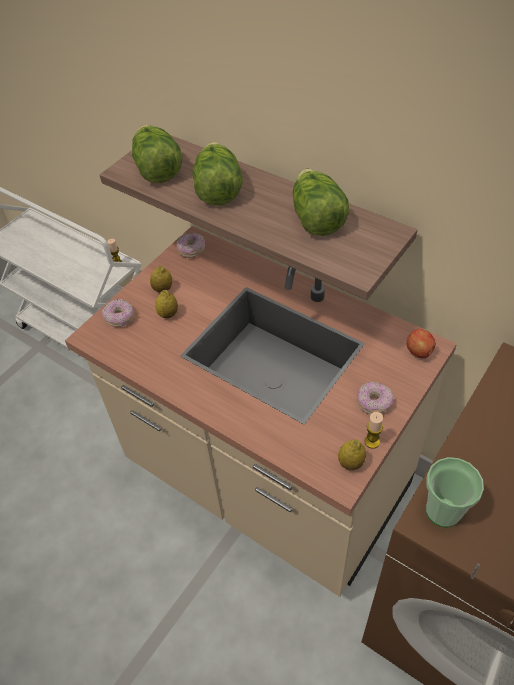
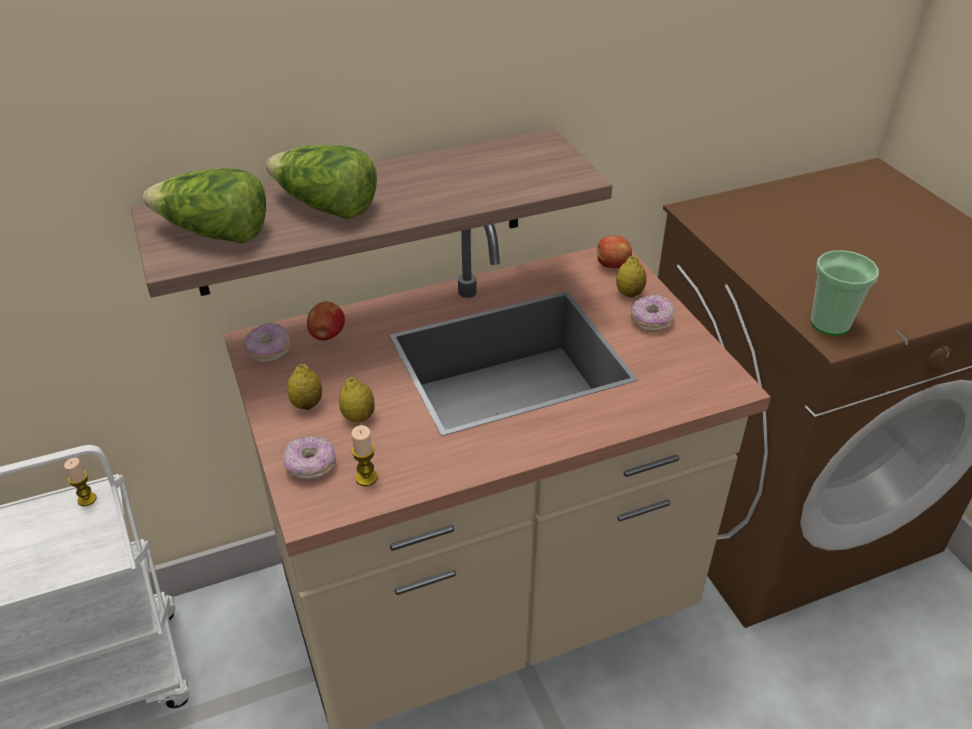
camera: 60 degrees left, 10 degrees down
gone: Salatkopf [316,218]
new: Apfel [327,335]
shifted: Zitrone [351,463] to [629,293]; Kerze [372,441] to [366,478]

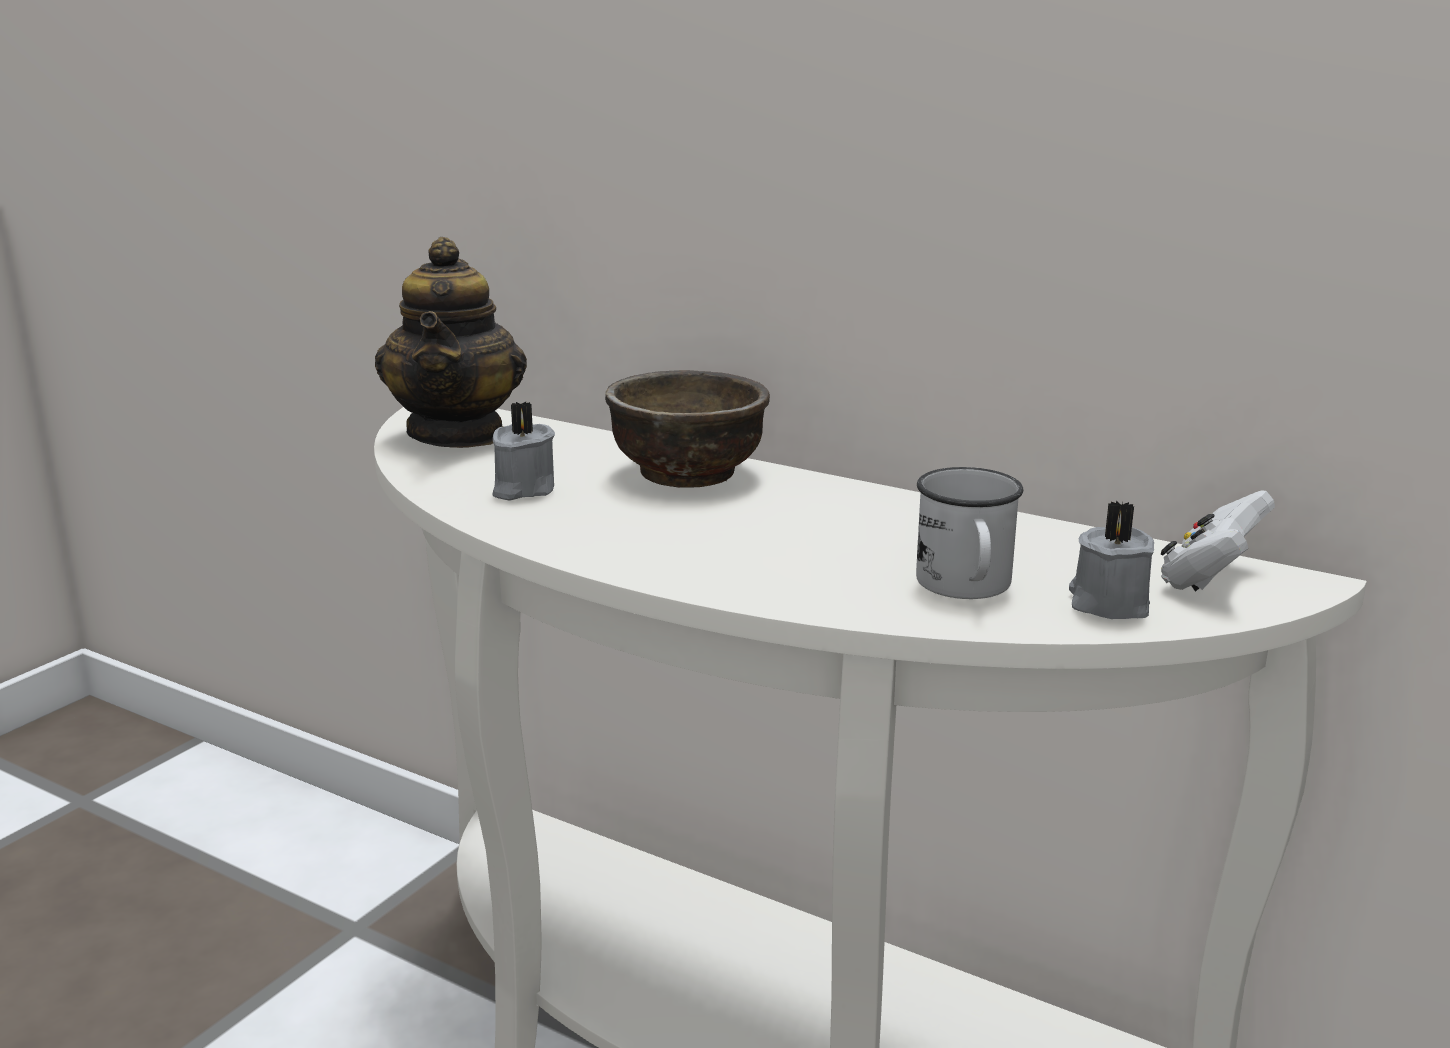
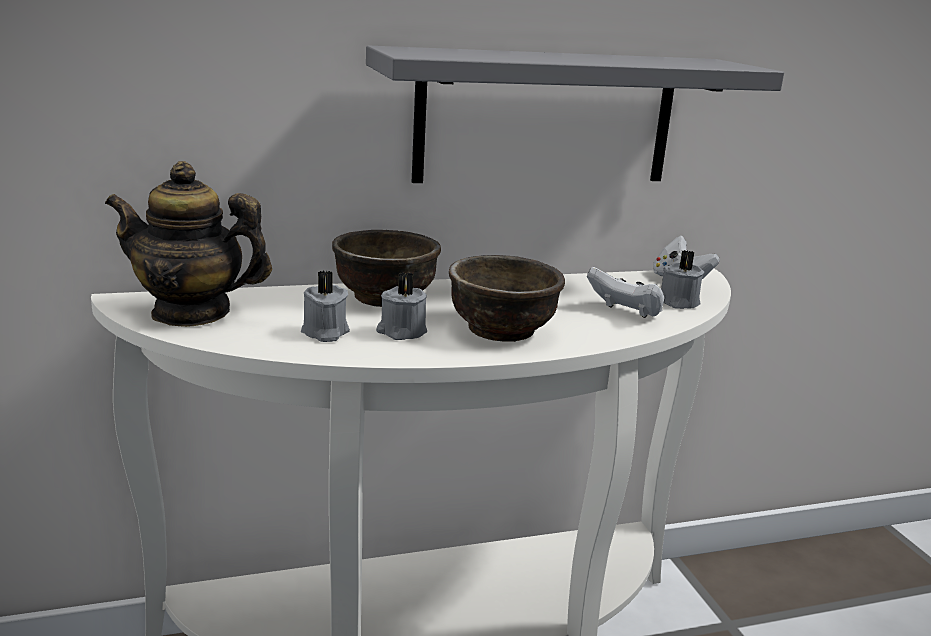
camera: 50 degrees left, 0 degrees up
new: Wandregal/grau [546,118]; Kerze/grau [401,332]; Schüssel/braun [501,329]
swapped: Henkelbecher/weiß [966,588] to Gamepad/weiß [625,313]
rotated: Teekanne [458,434] = [191,312] 150 degrees clockwise

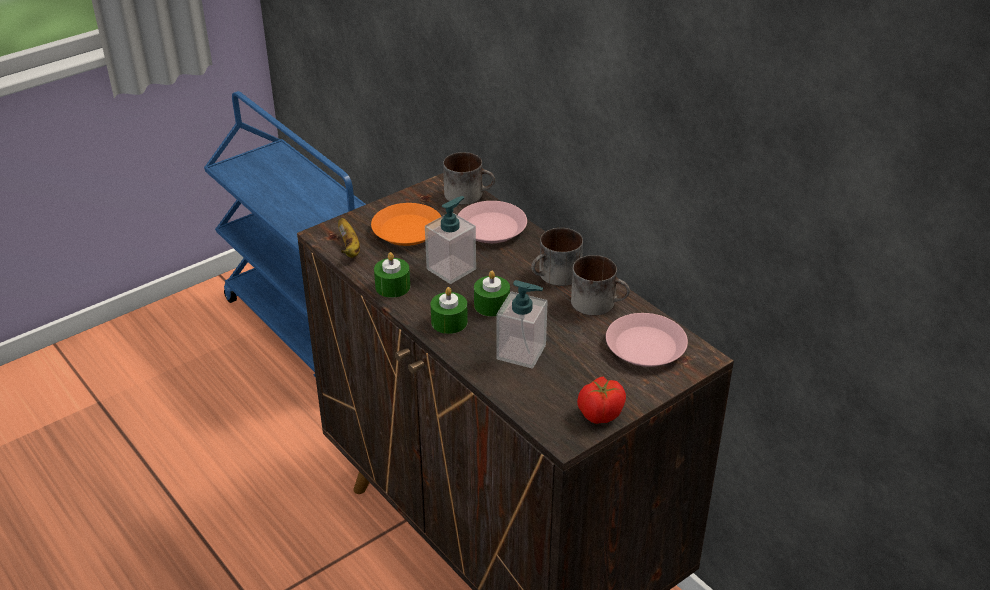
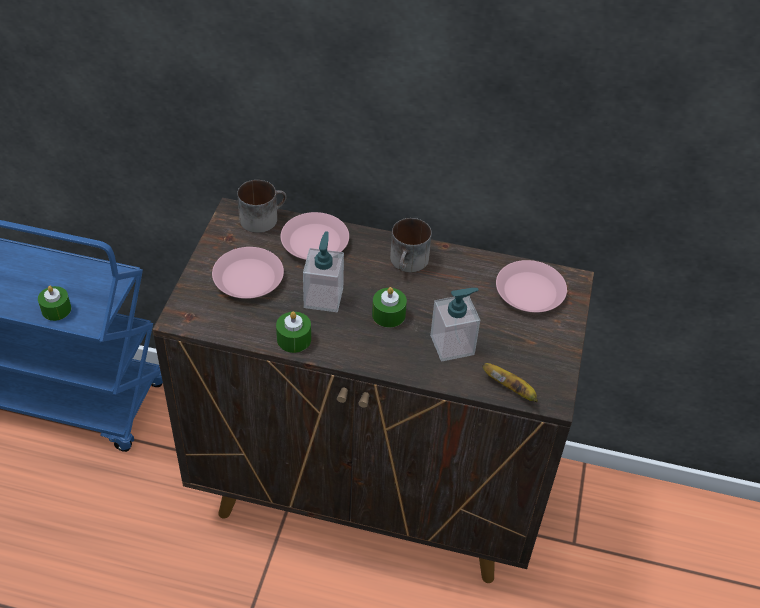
camera: 40 degrees left, 10 degrees up
gone: Henkelbecher [599,302]; Tomate [600,414]
shifted: Banane [350,248] to [511,389]; Kerze/grün [449,322] to [56,309]
repainted: Teller/orange [407,230] to Teller/rosa [248,278]

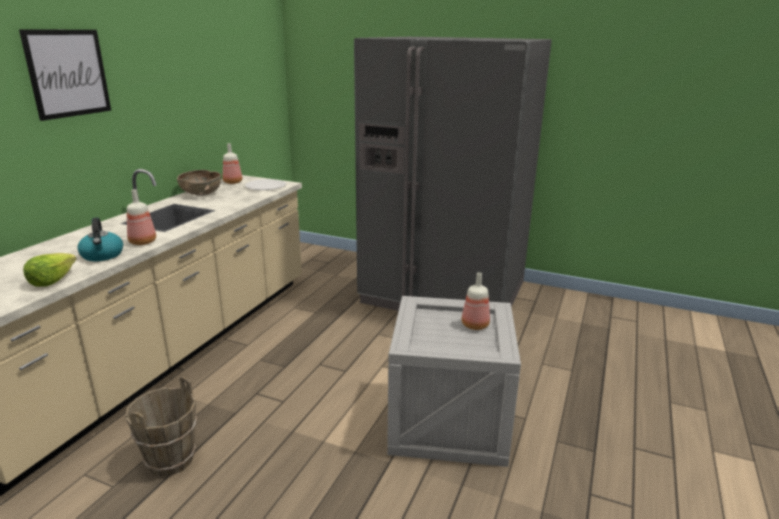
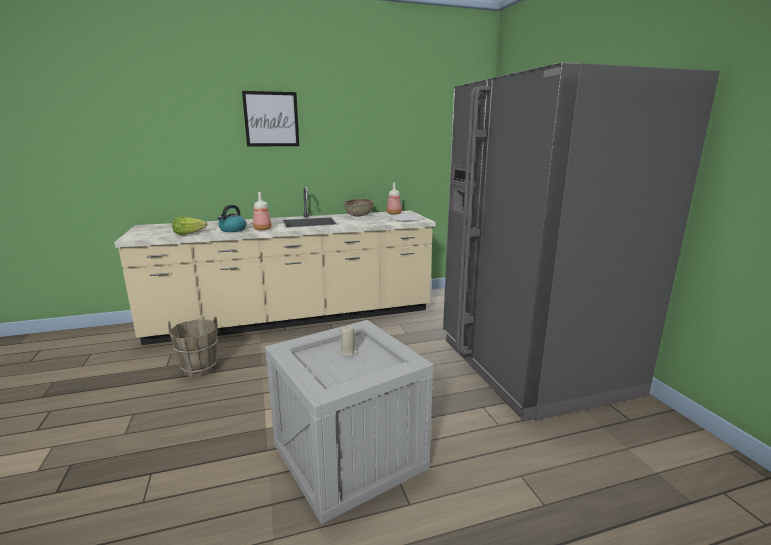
camera: 50 degrees right, 5 degrees down
gone: Flasche [474,325]
new: Kerze/beige [348,352]

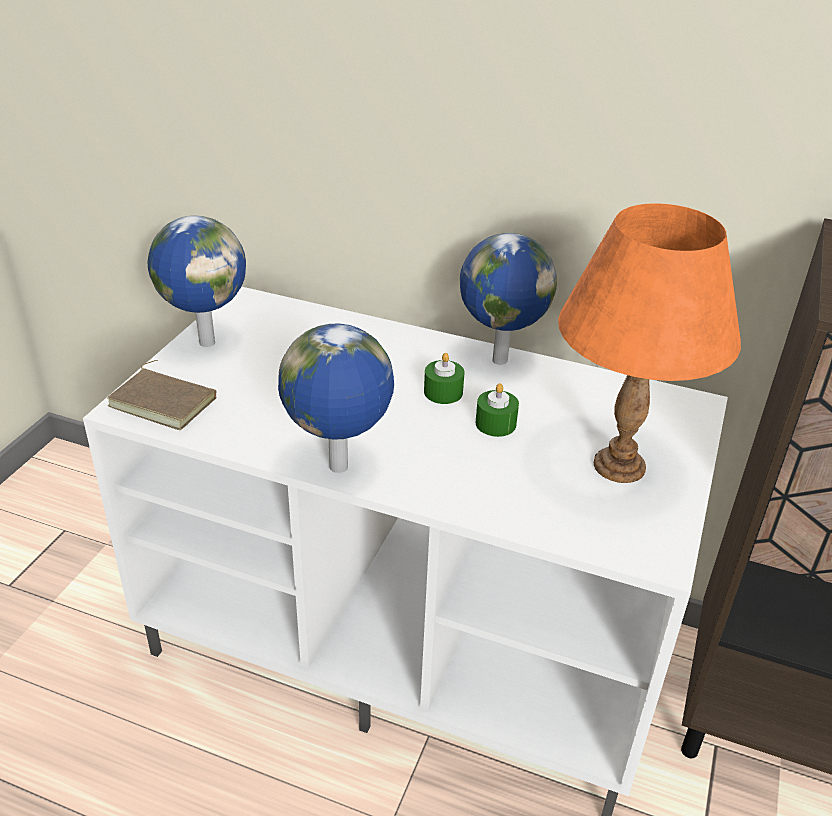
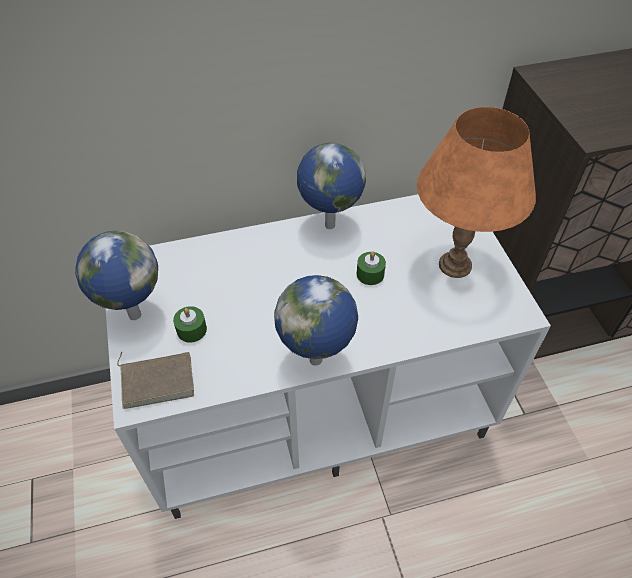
camera: 35 degrees left, 15 degrees up
shifted: Kerze/grün [443,392] to [191,330]

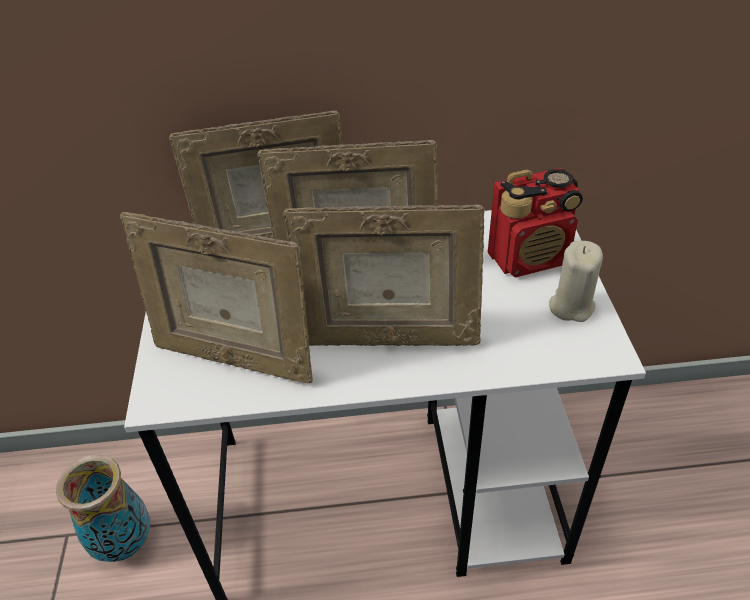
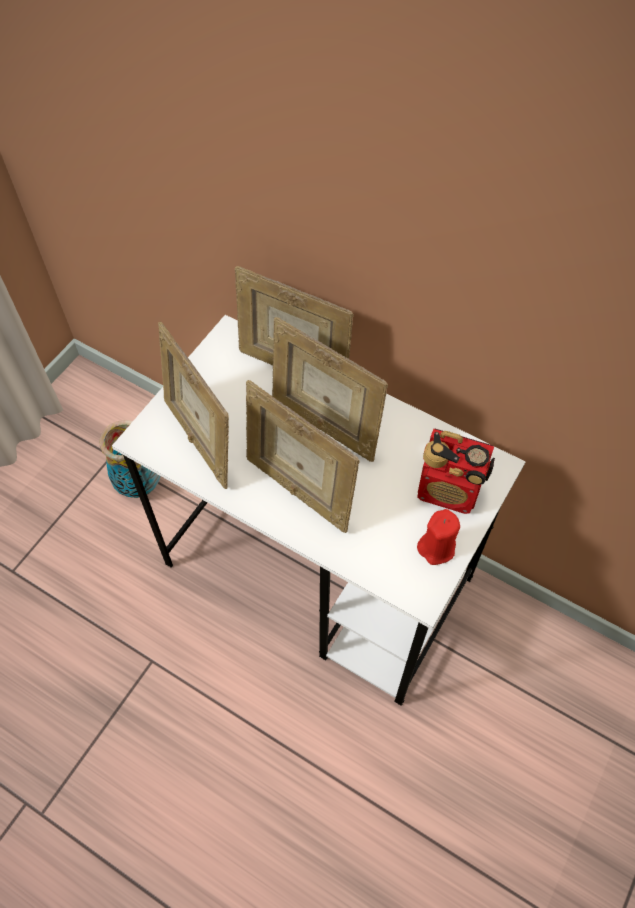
camera: 35 degrees right, 15 degrees up
repainted: Kerze/beige [571,306] to Kerze/rot [436,547]

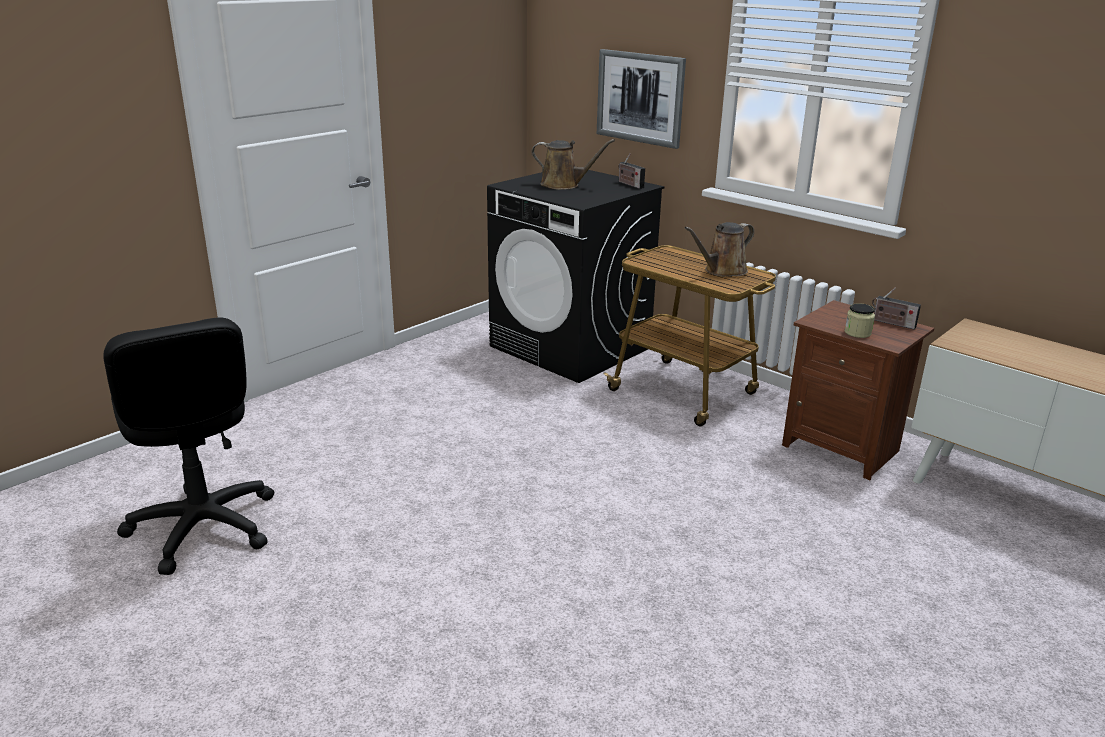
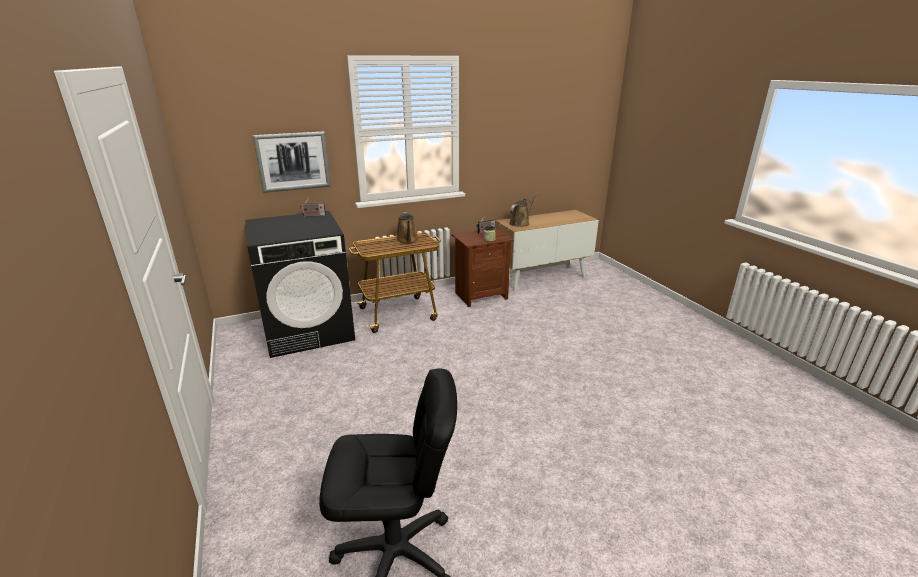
camera: 65 degrees left, 0 degrees up
shifted: Gießkanne/braun [564,185] to [520,223]

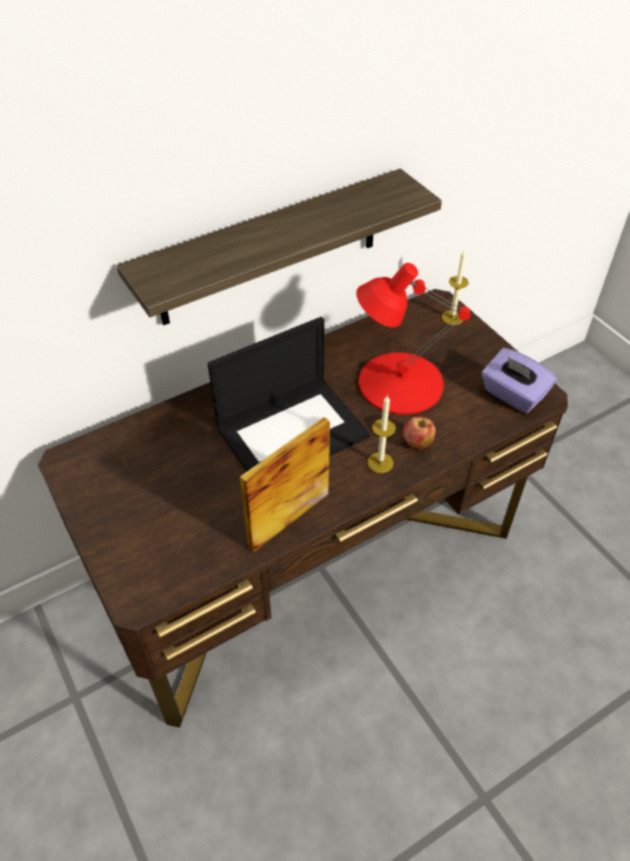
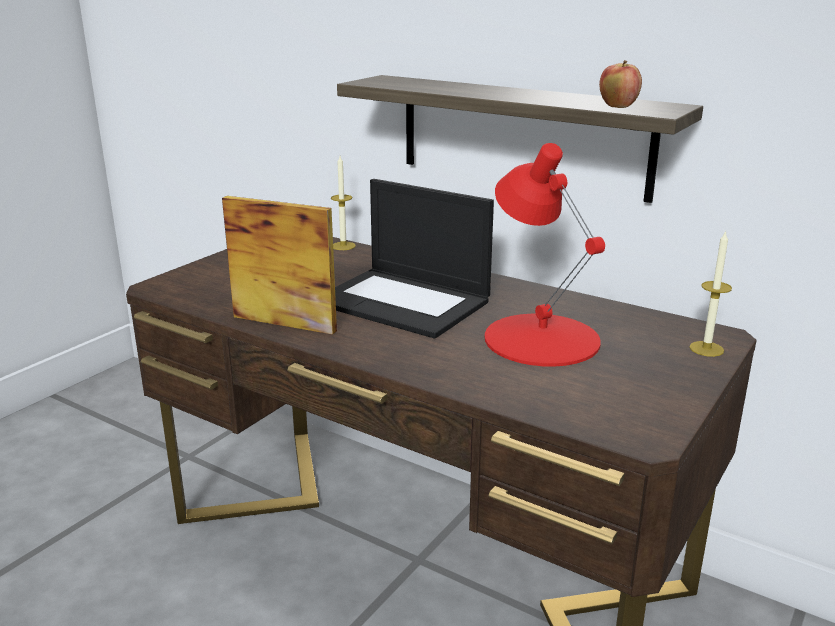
camera: 65 degrees right, 25 degrees down
gone: Taschentuchbox/lila [512,395]
shifted: Kerze [380,462] to [343,246]; Apfel [417,443] to [618,106]

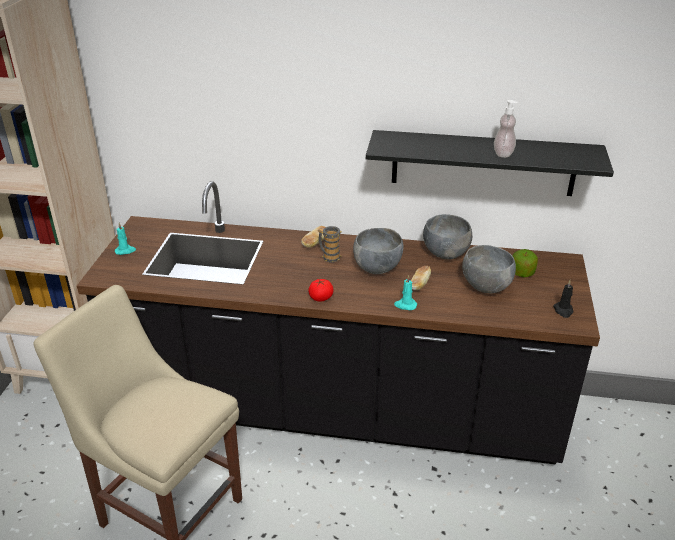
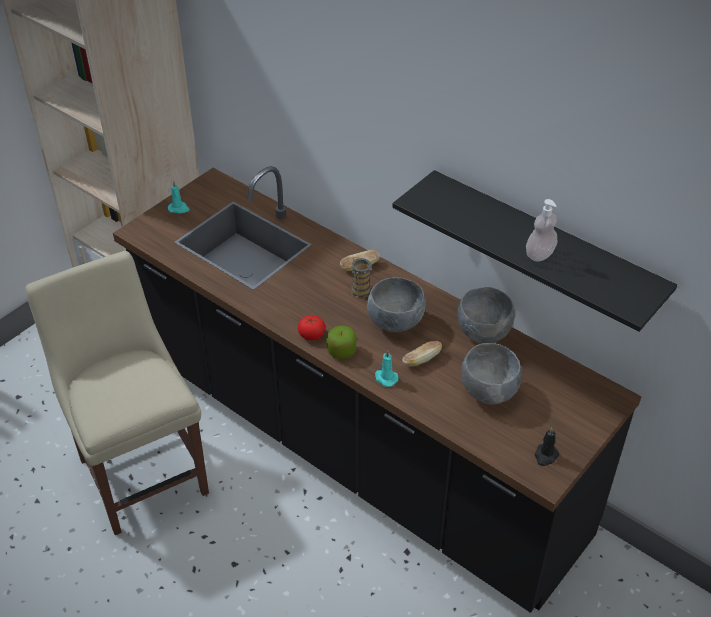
camera: 30 degrees right, 10 degrees up
shifted: Apfel [522,273] to [341,351]

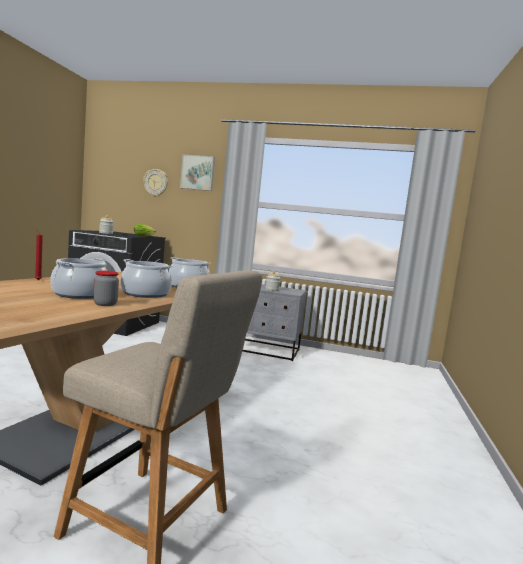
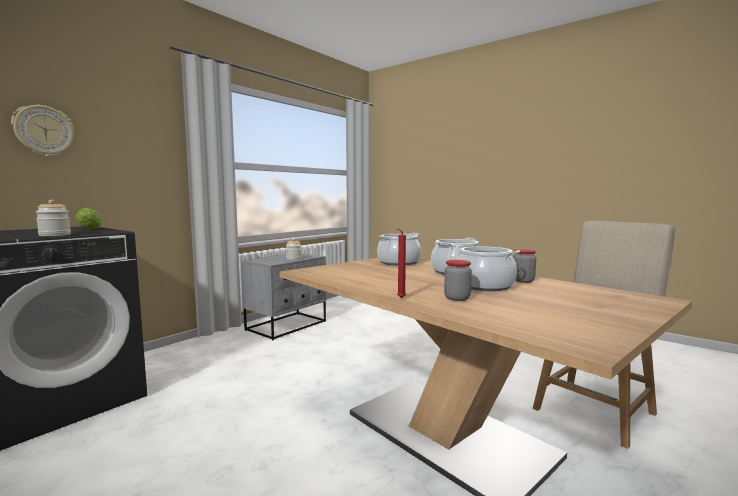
camera: 65 degrees left, 0 degrees up
gone: Bild [198,173]
new: Vorratsglas [457,298]

